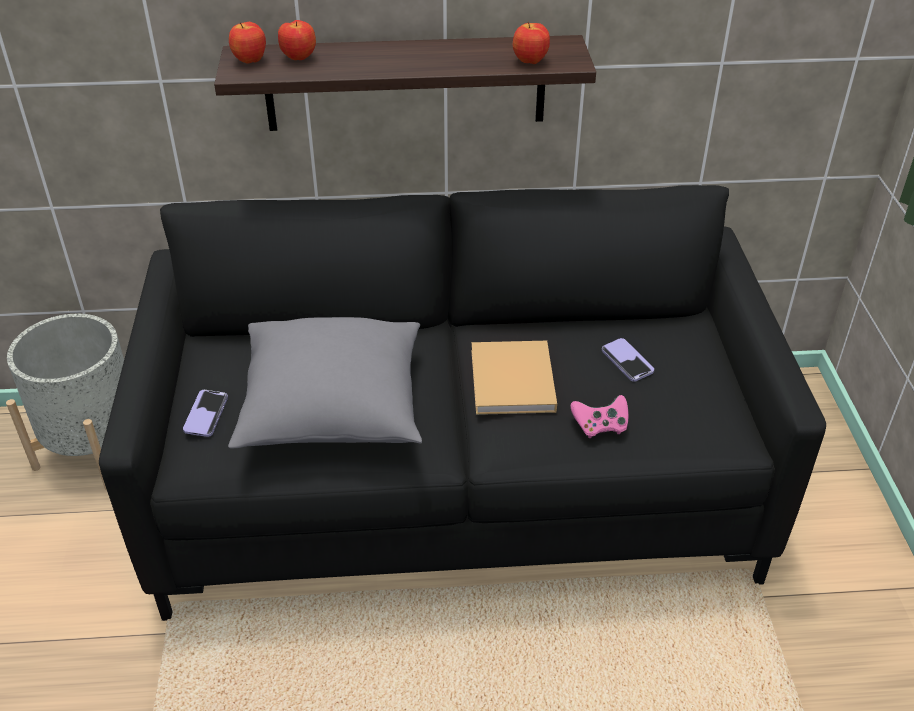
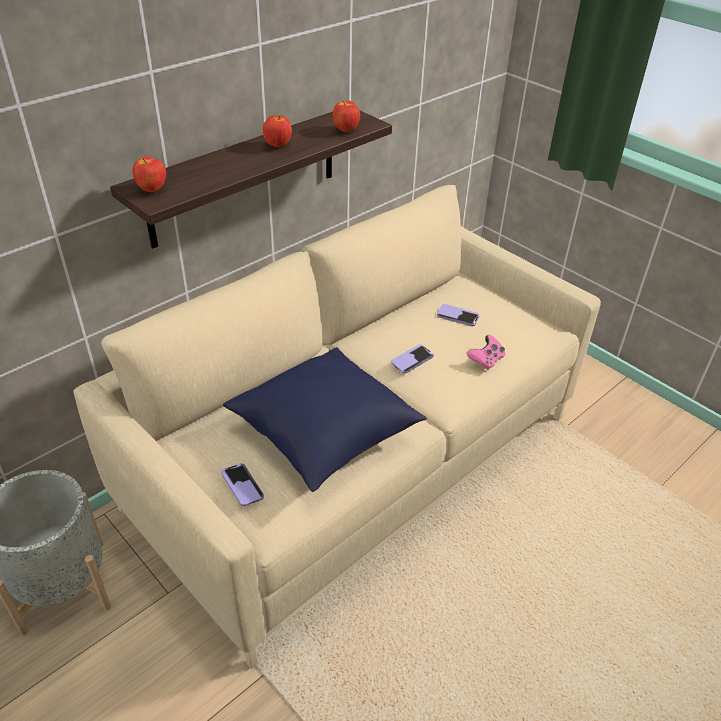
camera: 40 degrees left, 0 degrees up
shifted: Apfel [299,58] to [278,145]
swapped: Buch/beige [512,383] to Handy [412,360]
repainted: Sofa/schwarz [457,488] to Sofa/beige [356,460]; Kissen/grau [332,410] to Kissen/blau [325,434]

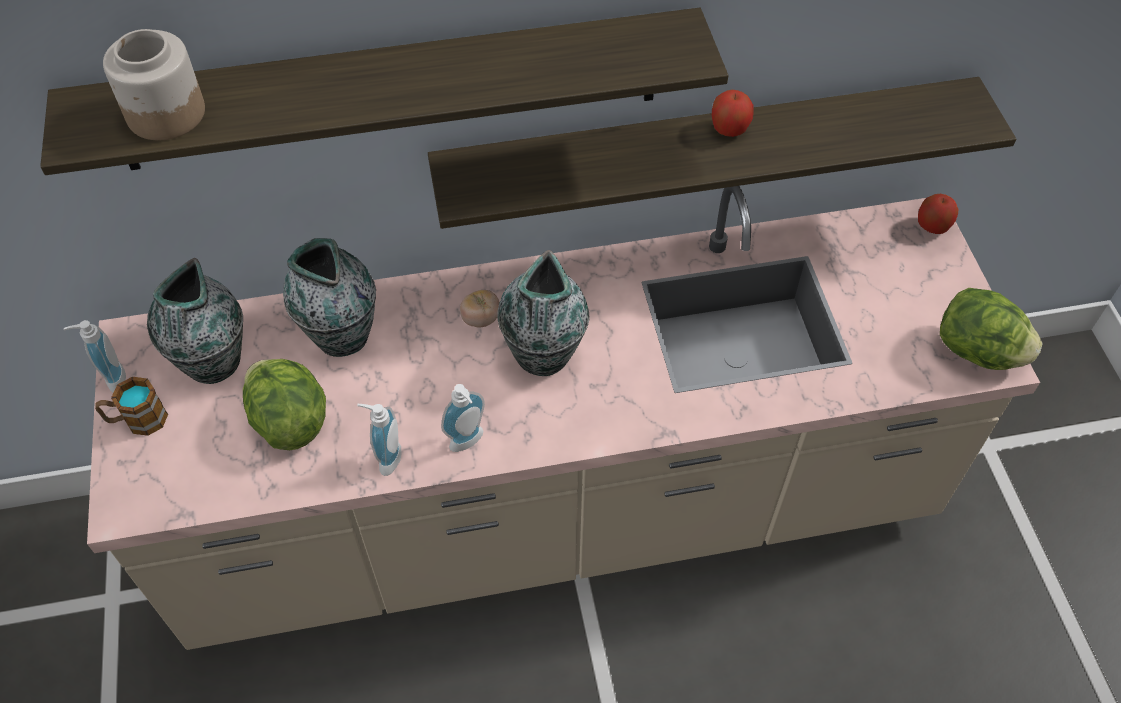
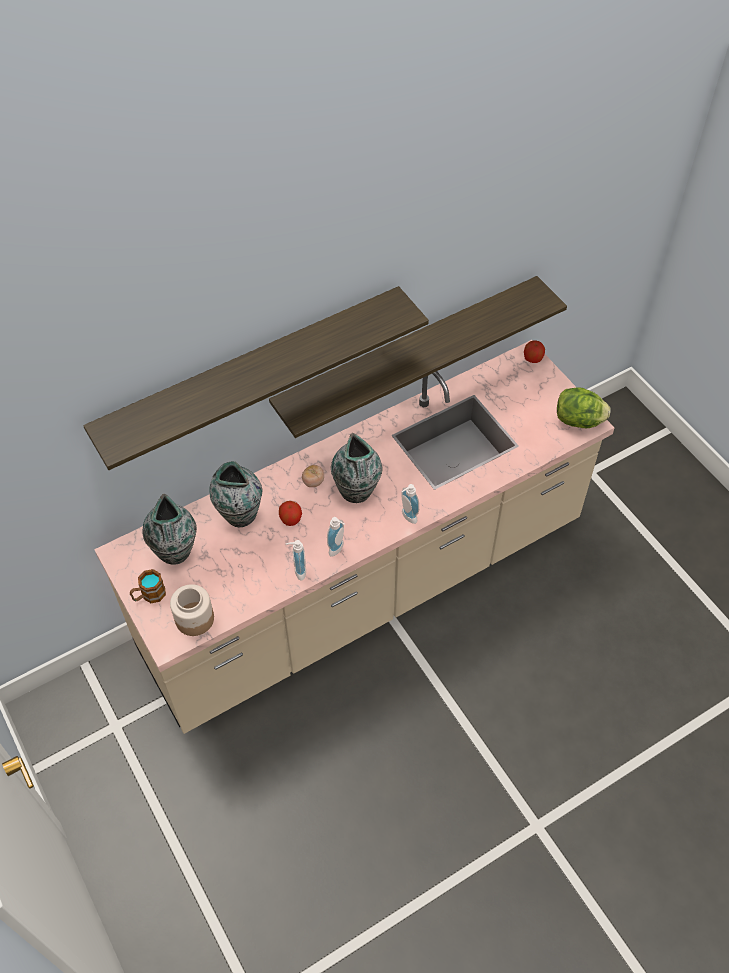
camera: 20 degrees left, 0 degrees up
gone: Salatkopf [289,420]
shifted: Seifenspender [111,379] to [407,517]; Vorratsglas [165,113] to [194,619]; Apfel [729,129] to [291,519]

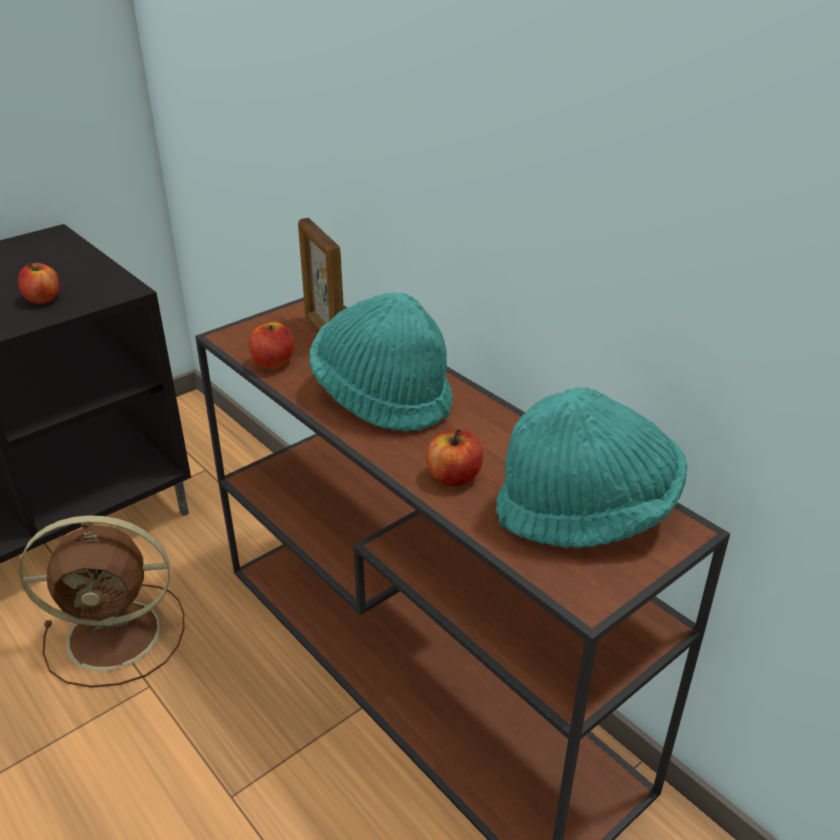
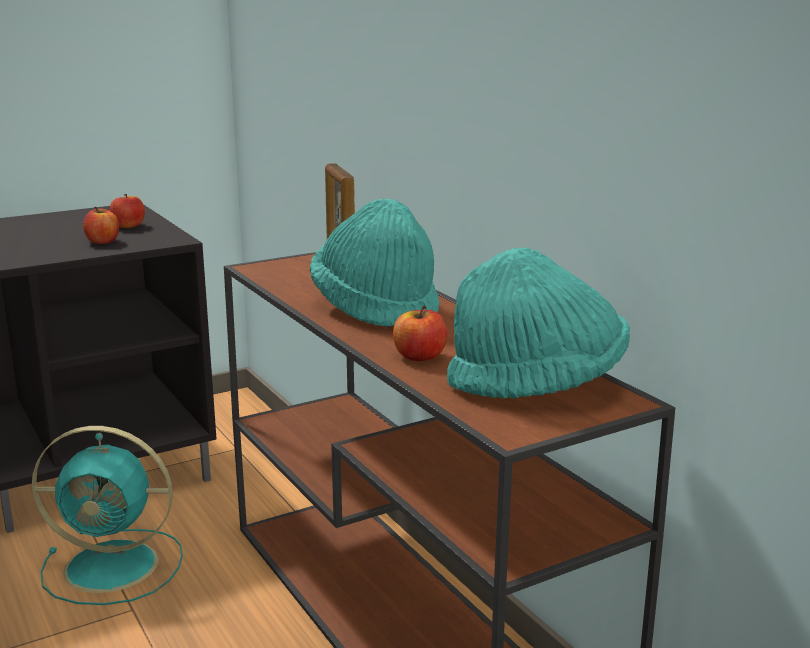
camera: 10 degrees right, 15 degrees down
shifted: Apfel [273,363] to [128,226]
repainted: Ventilator/braun [119,634] to Ventilator/türkis [116,566]

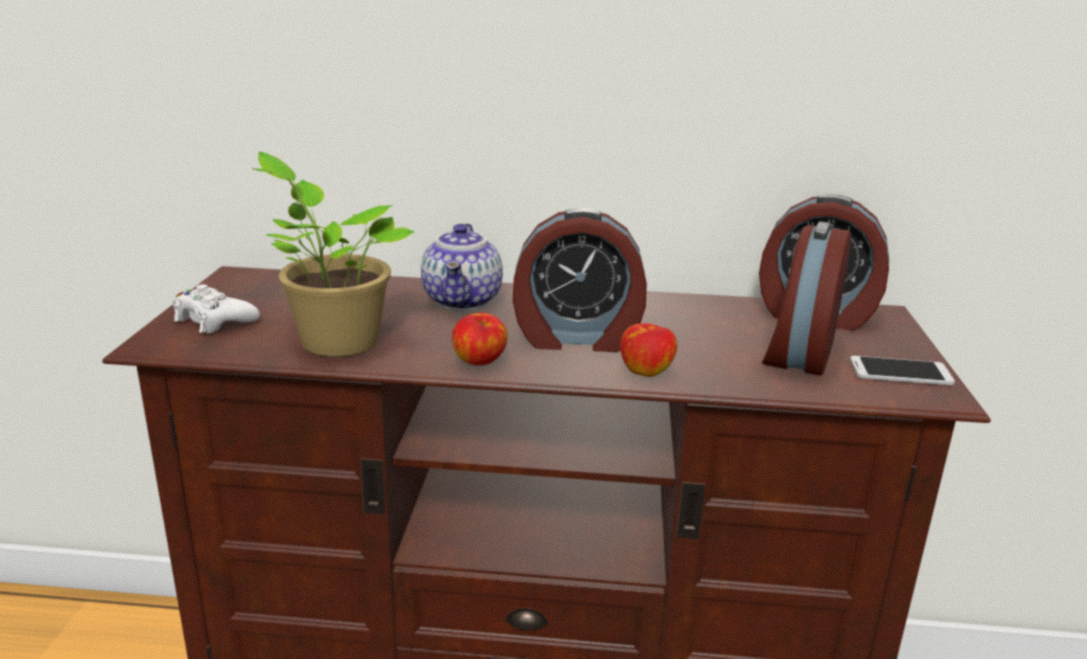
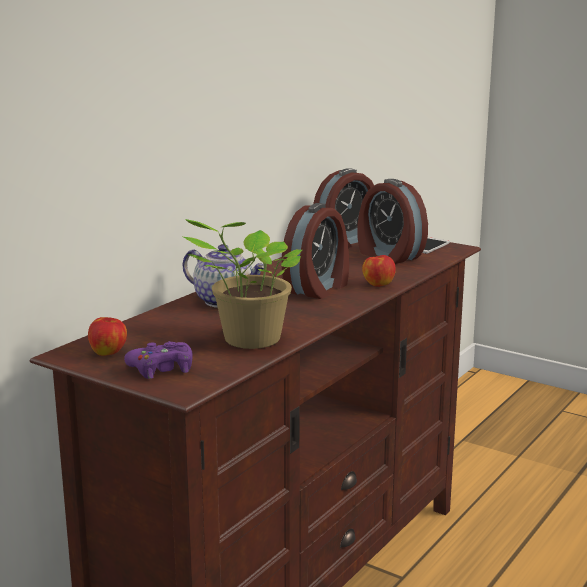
camera: 60 degrees left, 5 degrees down
shifted: Apfel [480,362] to [108,353]
repainted: Gamepad/weiß [214,320] to Gamepad/lila [162,368]

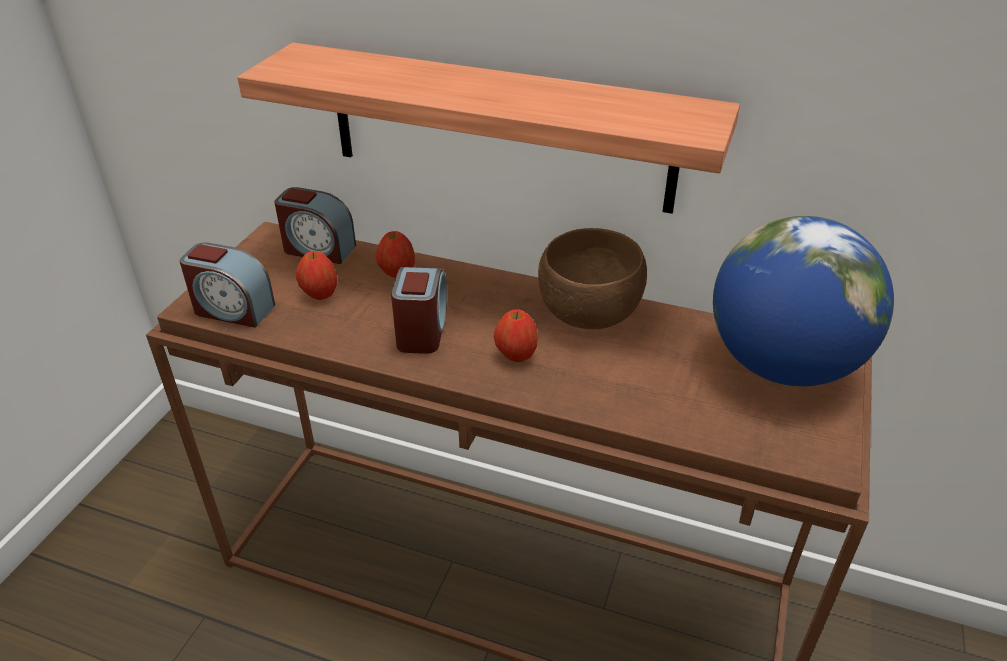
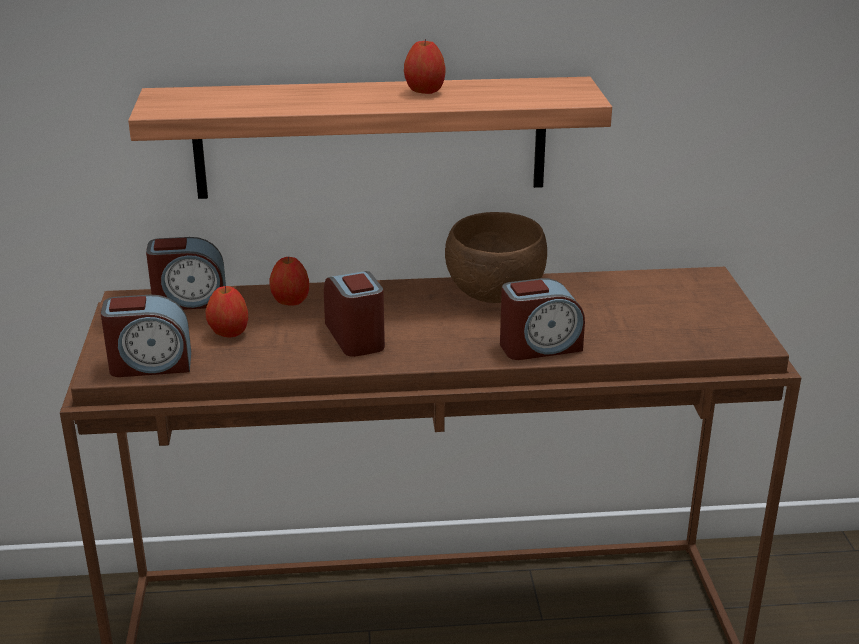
camera: 25 degrees left, 10 degrees down
gone: Globus [782,365]
new: Wecker [540,346]
shifted: Apfel [516,355] to [424,92]

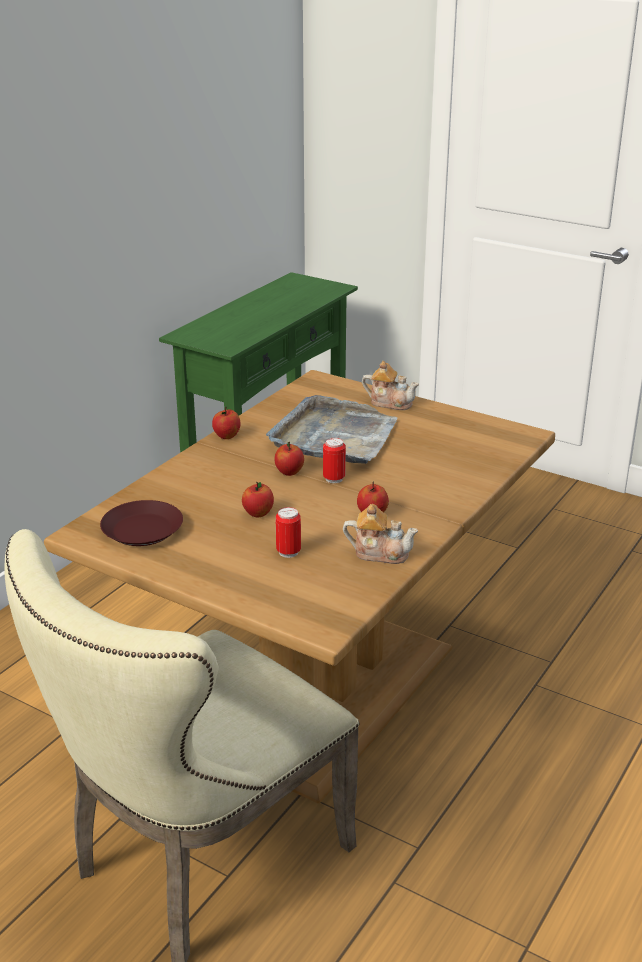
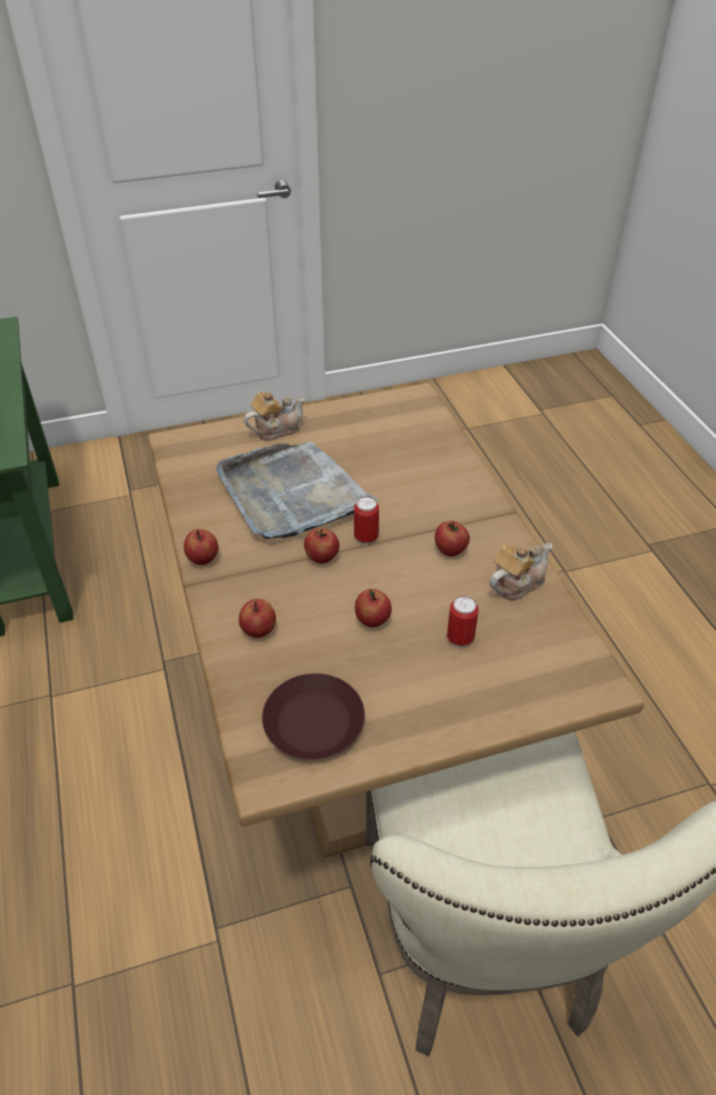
camera: 50 degrees left, 15 degrees up
new: Apfel [258,631]

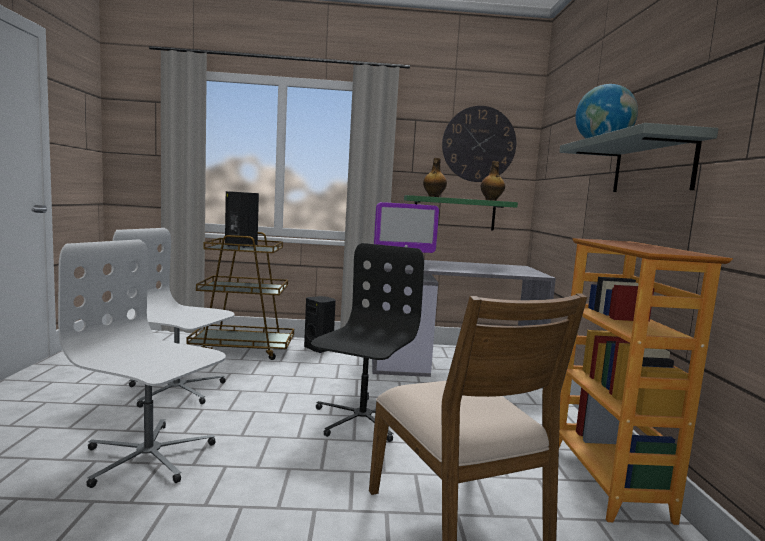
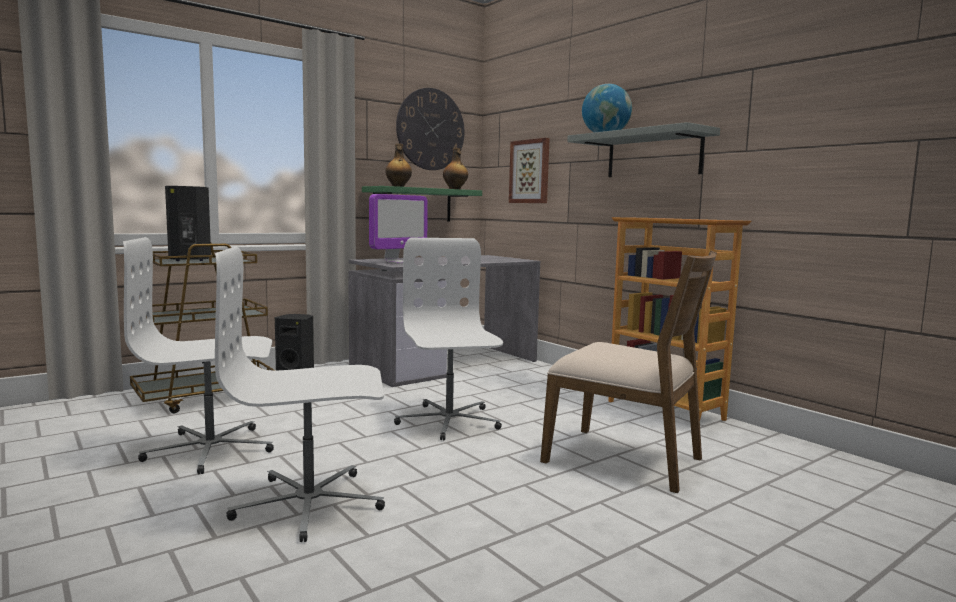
camera: 35 degrees left, 0 degrees up
new: Bild [530,171]
repainted: Bürostuhl/schwarz [361,419] to Bürostuhl/weiß [448,421]

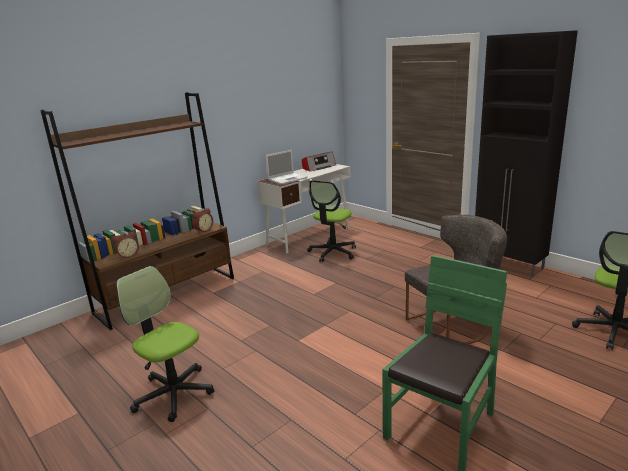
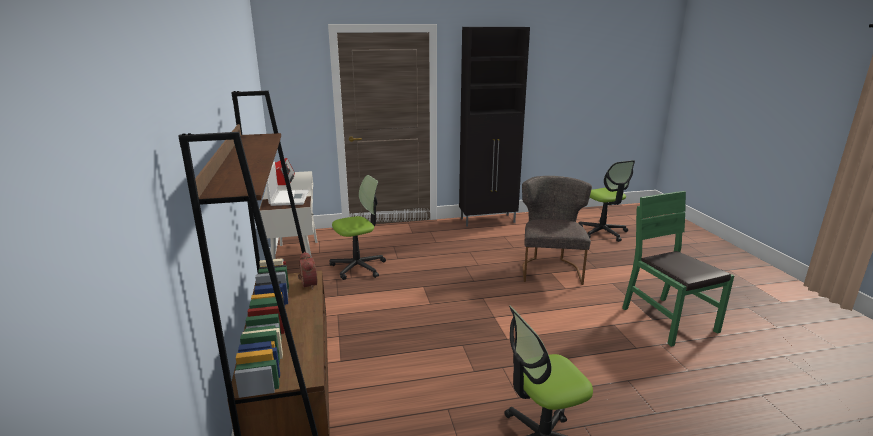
camera: 60 degrees left, 0 degrees up
gone: Wecker [127,255]
rotated: Bürostuhl [332,252] = [358,267] 90 degrees counterclockwise

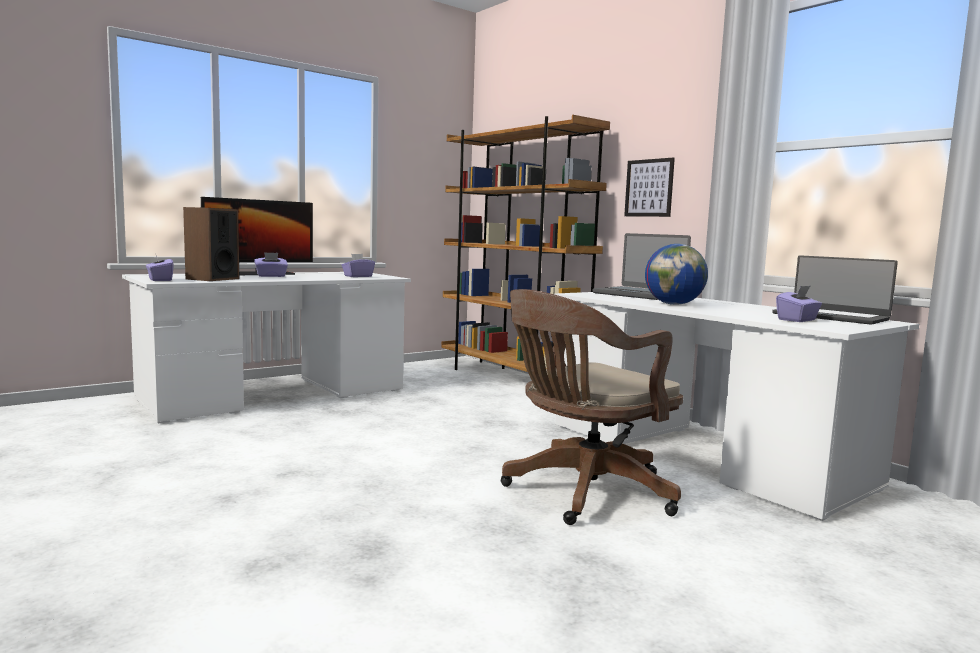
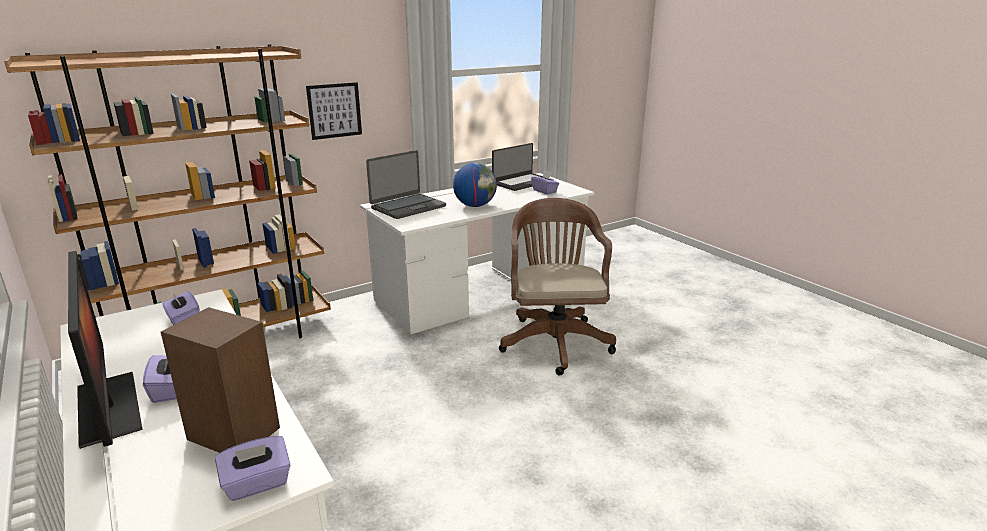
camera: 85 degrees left, 15 degrees up
rotated: Bürostuhl/braun [583,493] = [554,340] 150 degrees counterclockwise

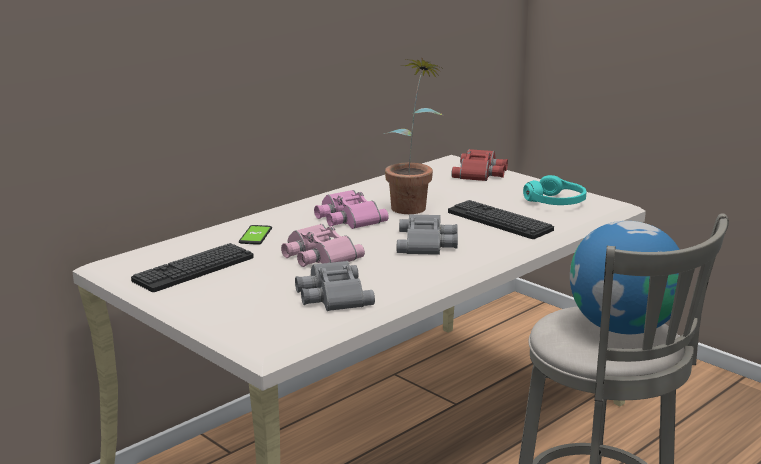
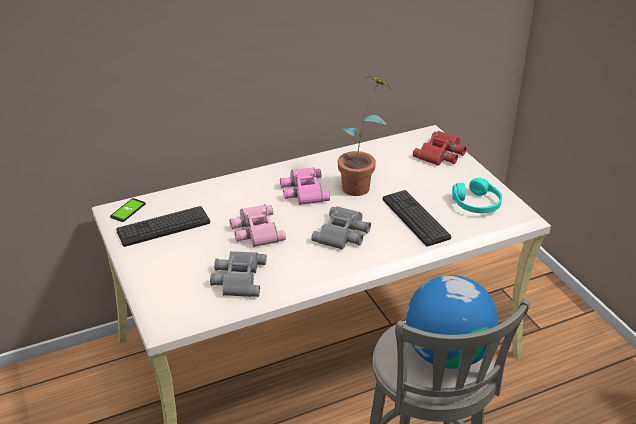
camera: 20 degrees right, 15 degrees up
shifted: Handy [255,236] to [128,210]

